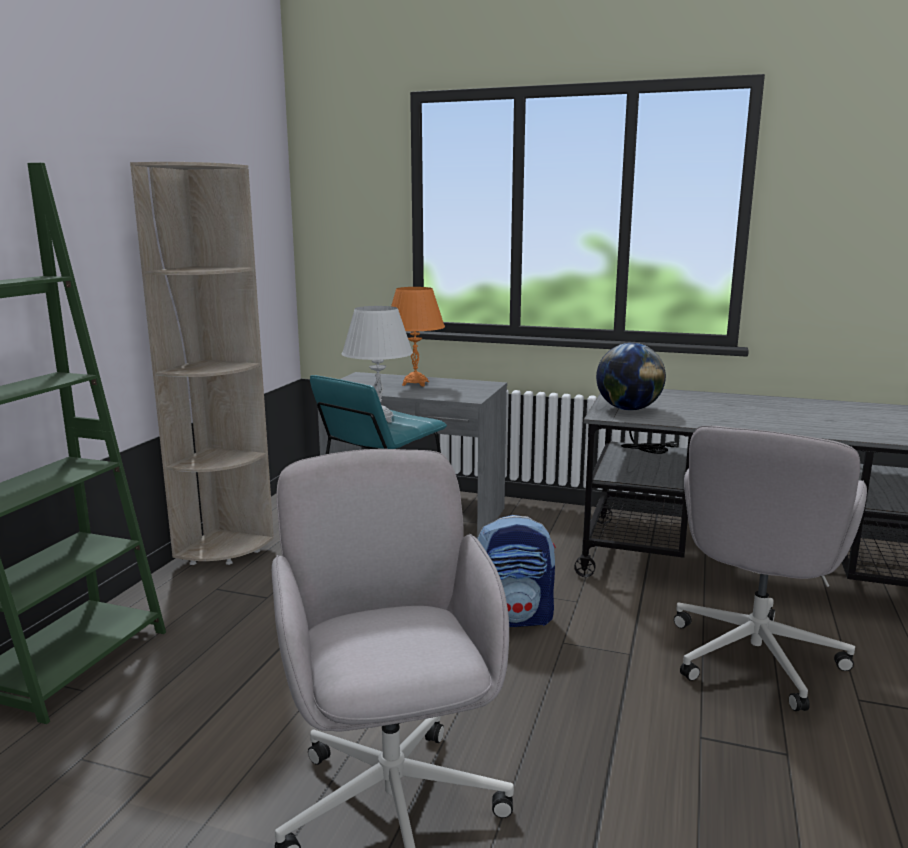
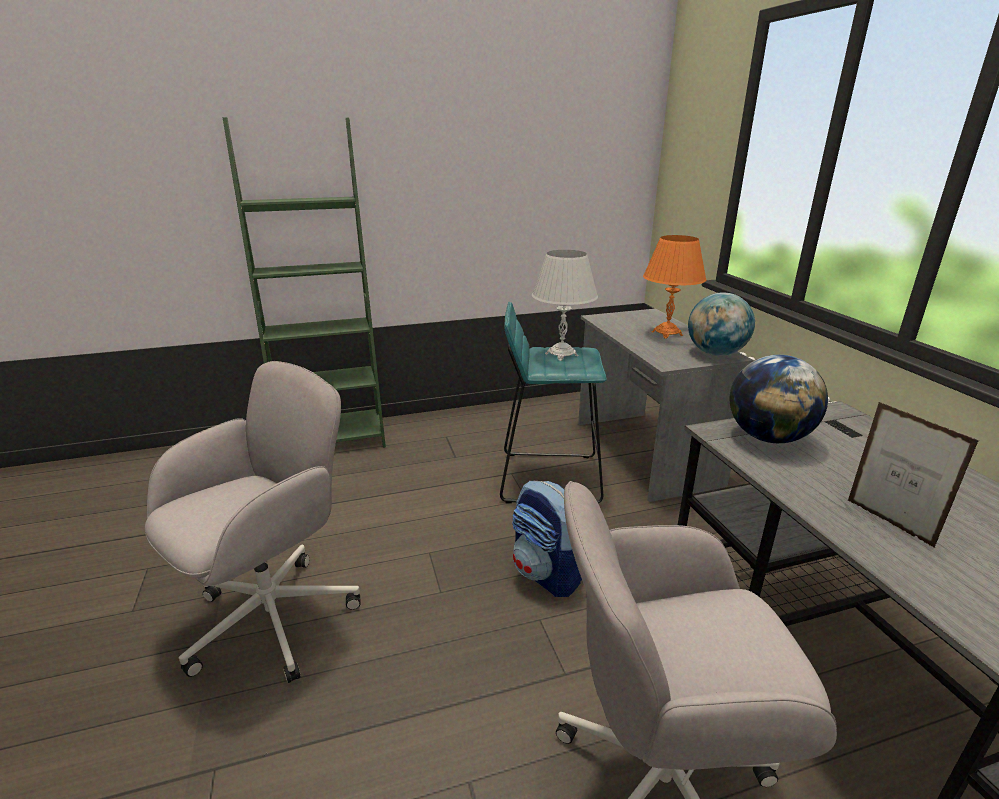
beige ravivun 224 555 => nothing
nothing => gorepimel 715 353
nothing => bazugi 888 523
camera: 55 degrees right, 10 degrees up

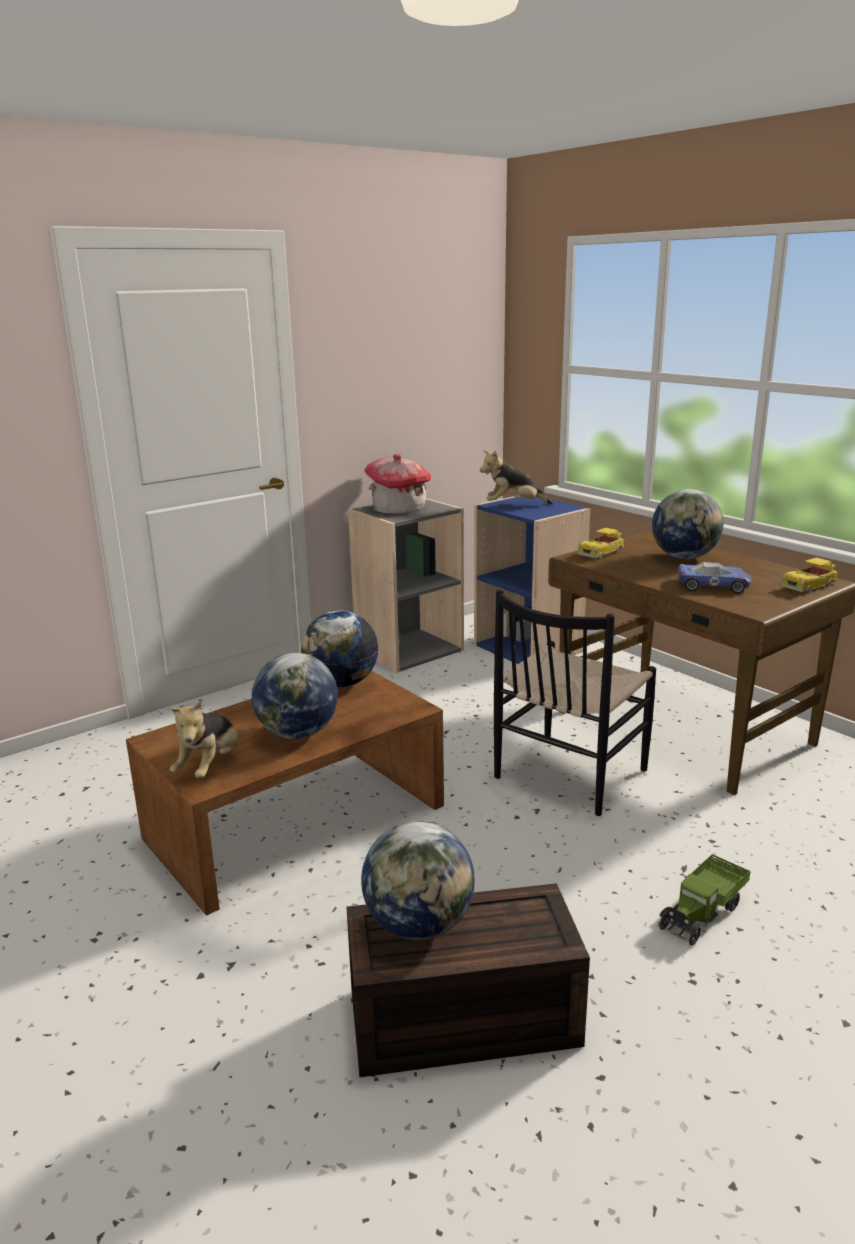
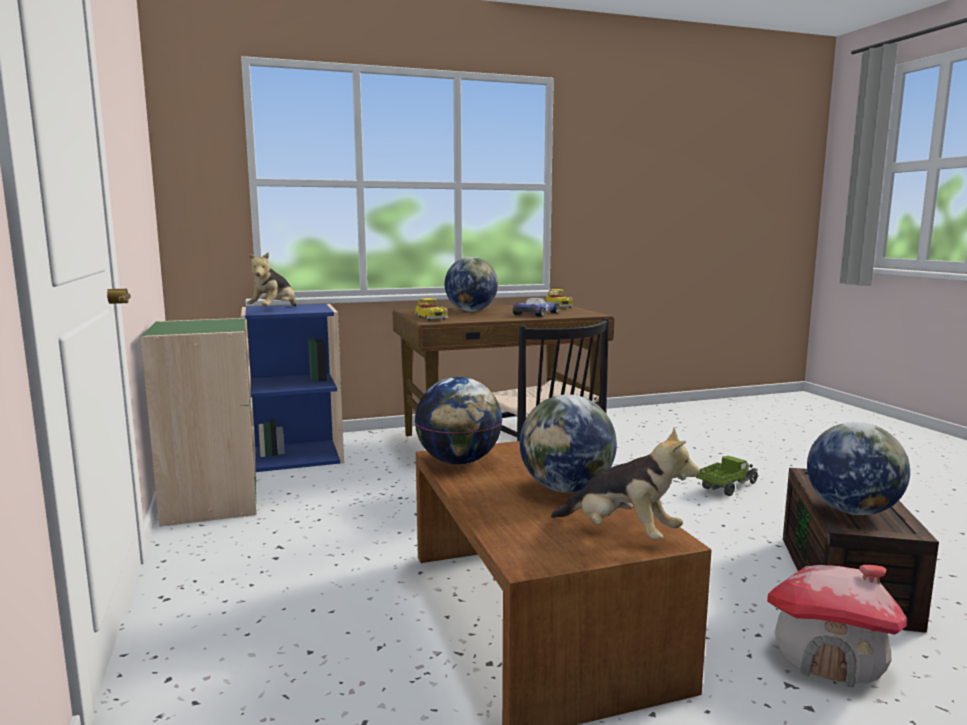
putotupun 398 509 => putotupun 830 658, shifted
grey ravivun 409 649 => green ravivun 210 500
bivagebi 702 914 => bivagebi 727 487, 105 degrees counterclockwise
camera: 70 degrees left, 10 degrees down

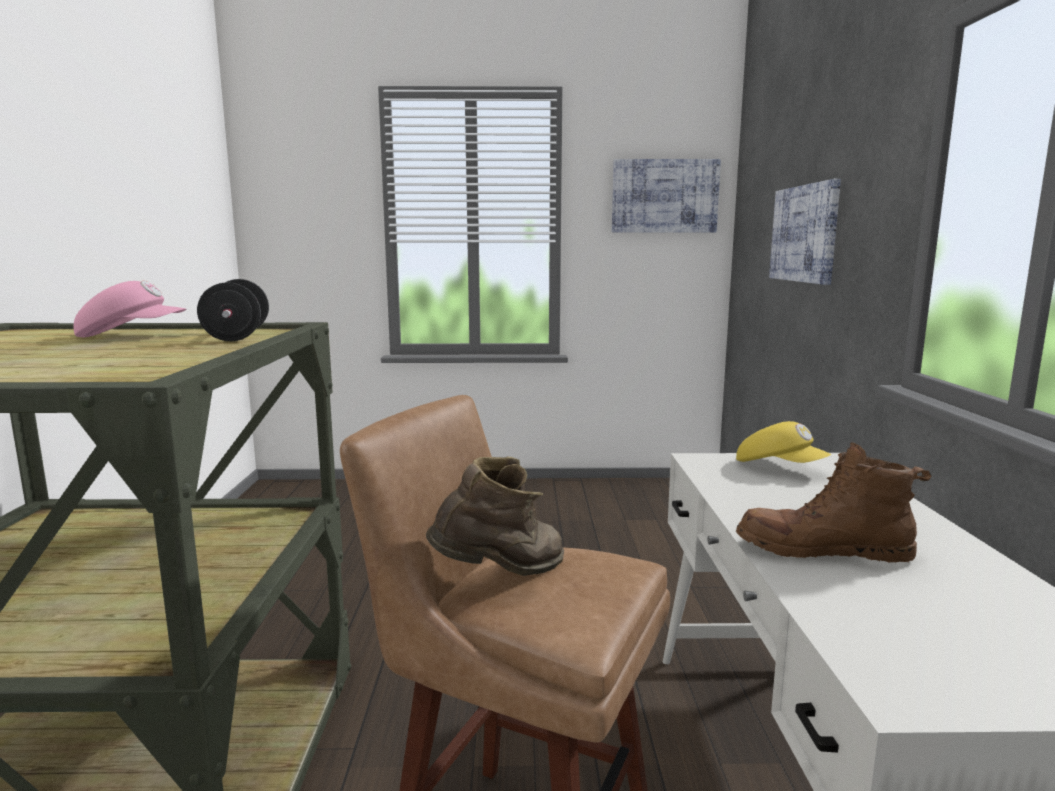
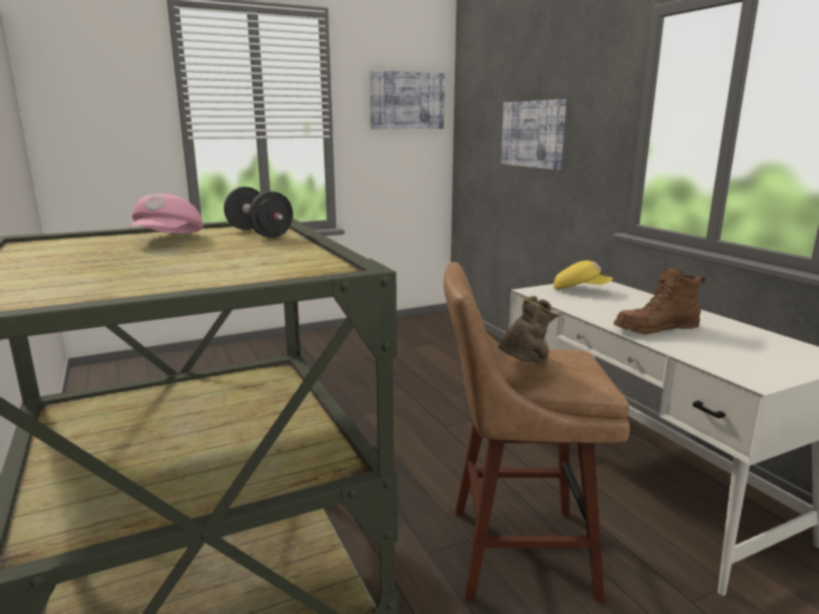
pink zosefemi 132 336 => pink zosefemi 169 240, 120 degrees clockwise
camera: 25 degrees left, 5 degrees up

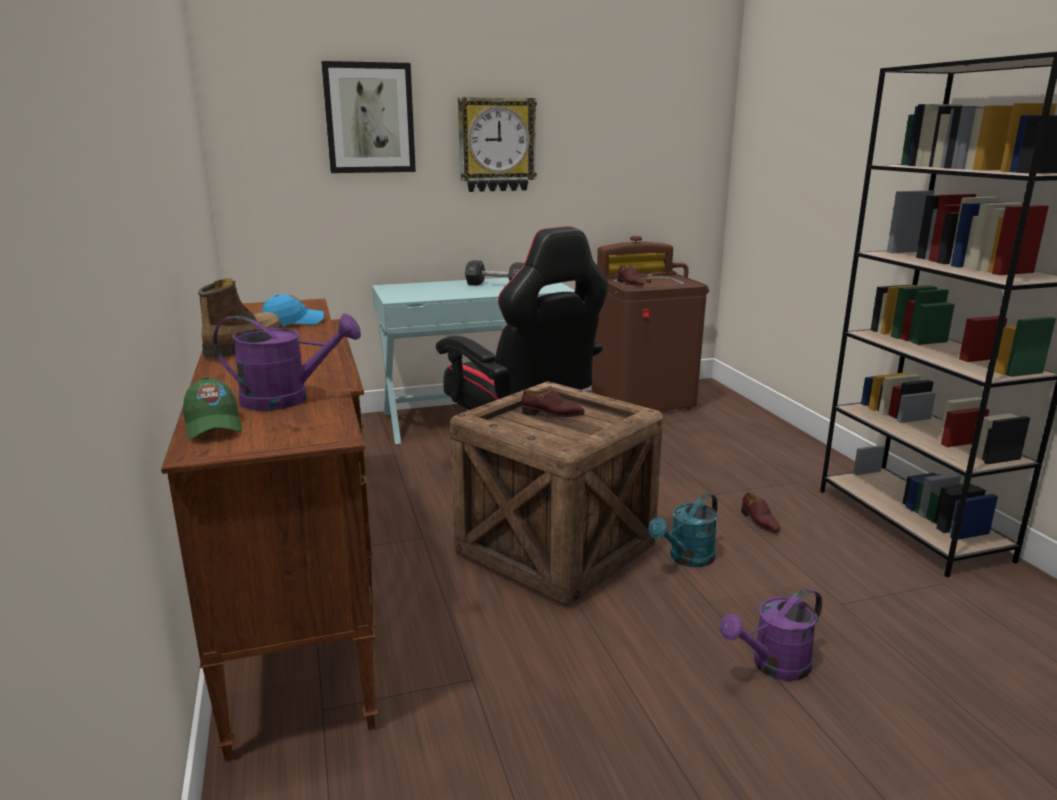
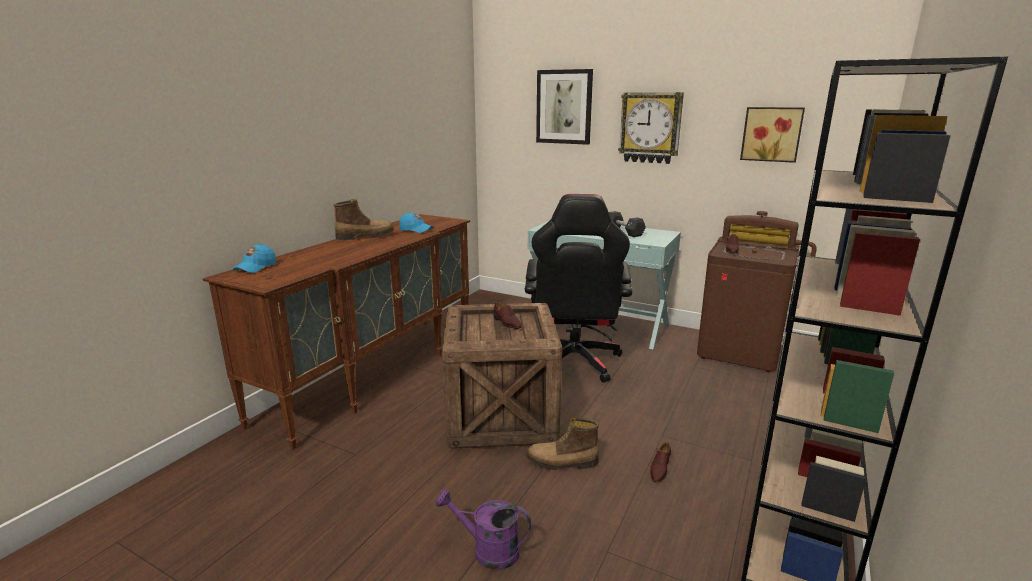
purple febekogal 287 399 => nothing
nothing => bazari 771 134
turquoise febekogal 686 559 => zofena 562 463
green zosefemi 213 426 => blue zosefemi 256 267
camera: 45 degrees right, 0 degrees up

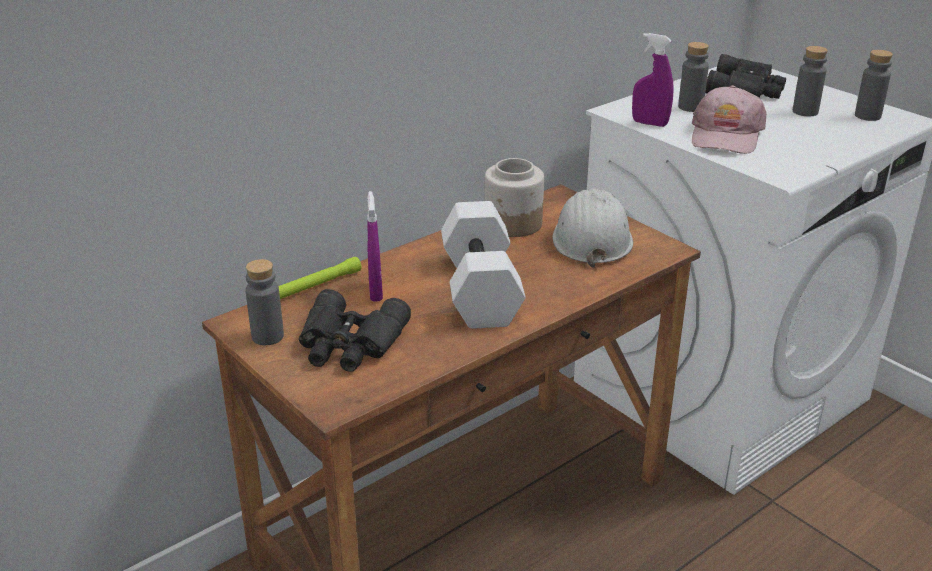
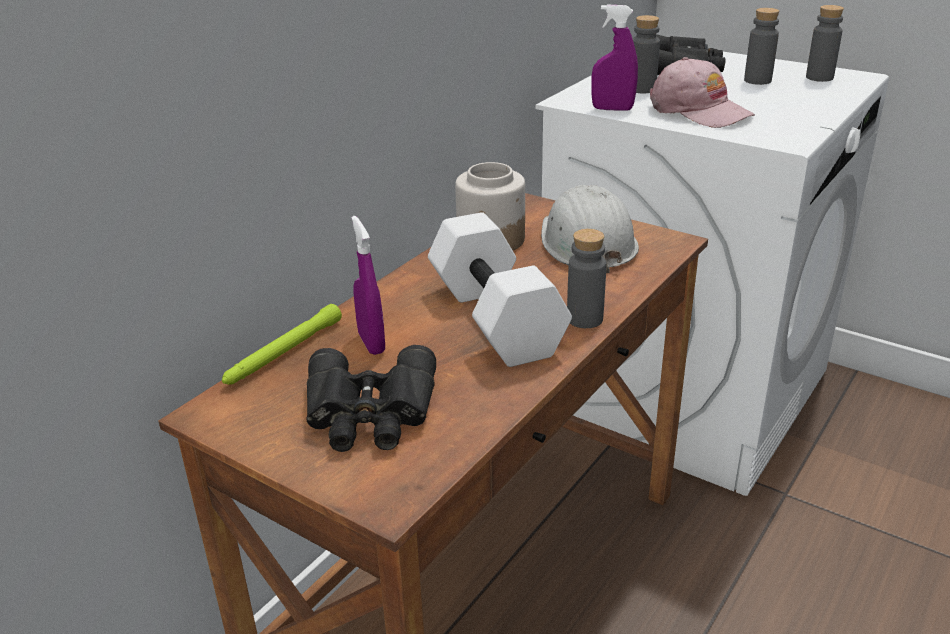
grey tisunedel 267 336 => grey tisunedel 584 319, shifted
pink zosefemi 726 135 => pink zosefemi 699 111, 45 degrees counterclockwise
camera: 15 degrees left, 0 degrees up

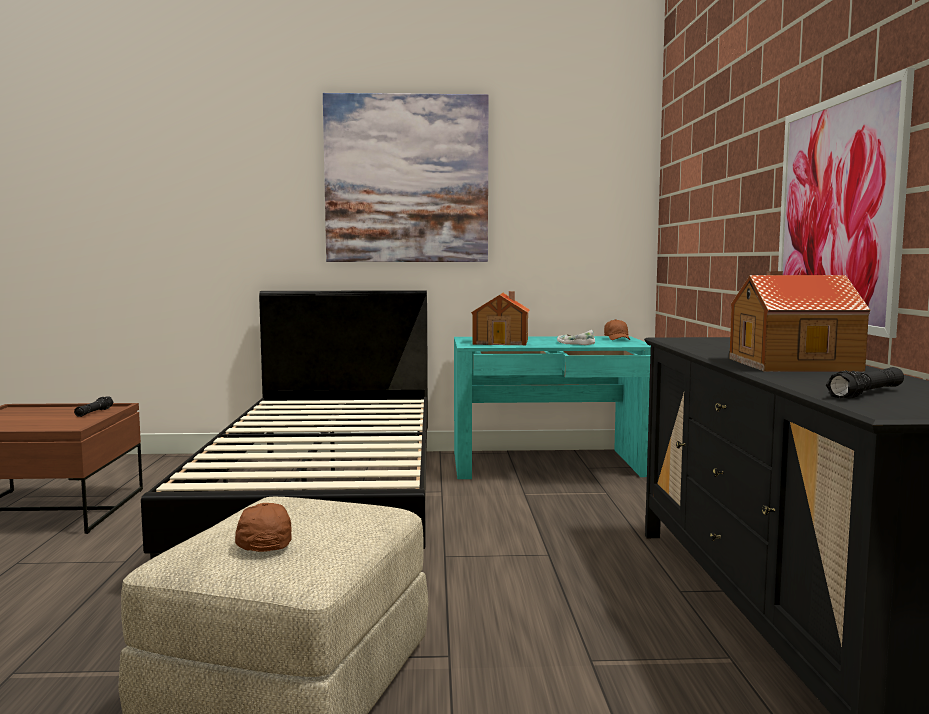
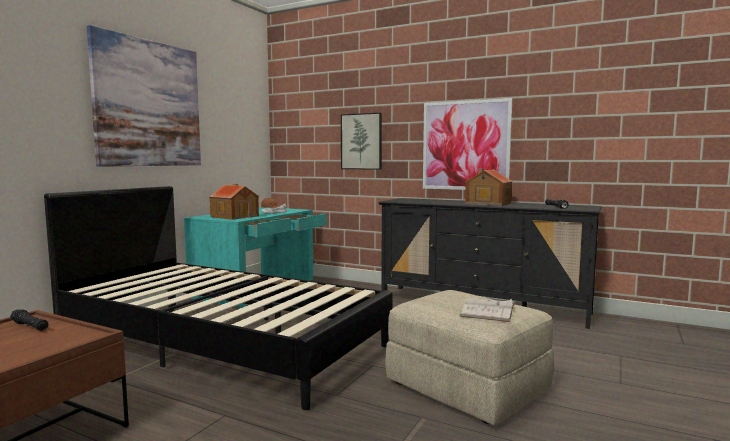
nothing => bazari 361 141
brown zosefemi 264 543 => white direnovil 488 310
camera: 60 degrees left, 0 degrees up

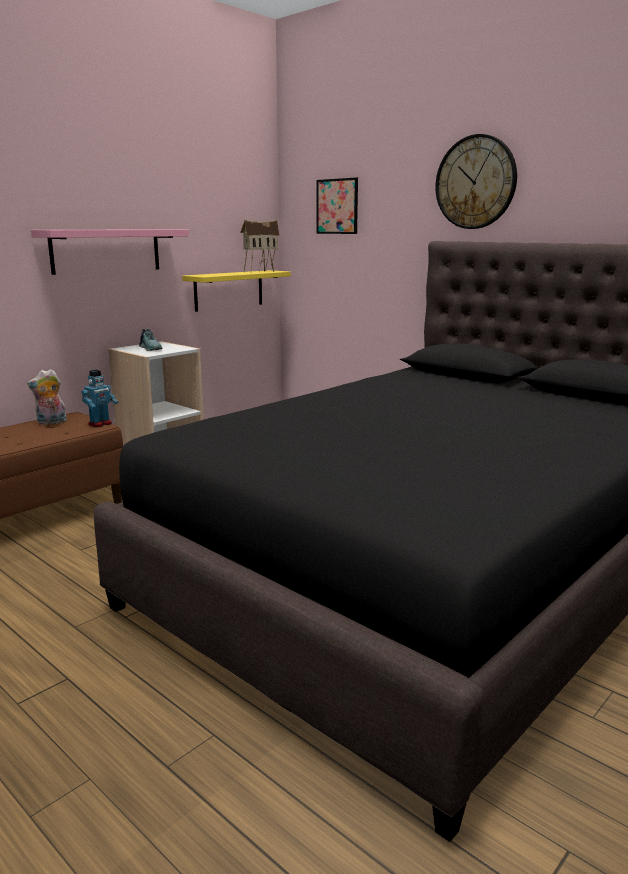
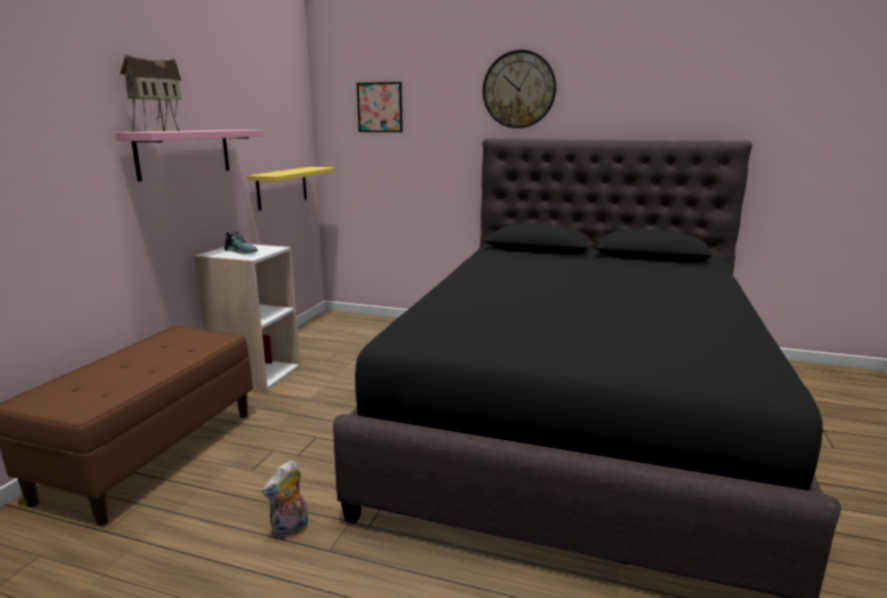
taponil 100 424 => nothing
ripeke 51 423 => ripeke 290 530, shifted
putotupun 260 271 => putotupun 158 131, shifted
camera: 25 degrees left, 0 degrees up

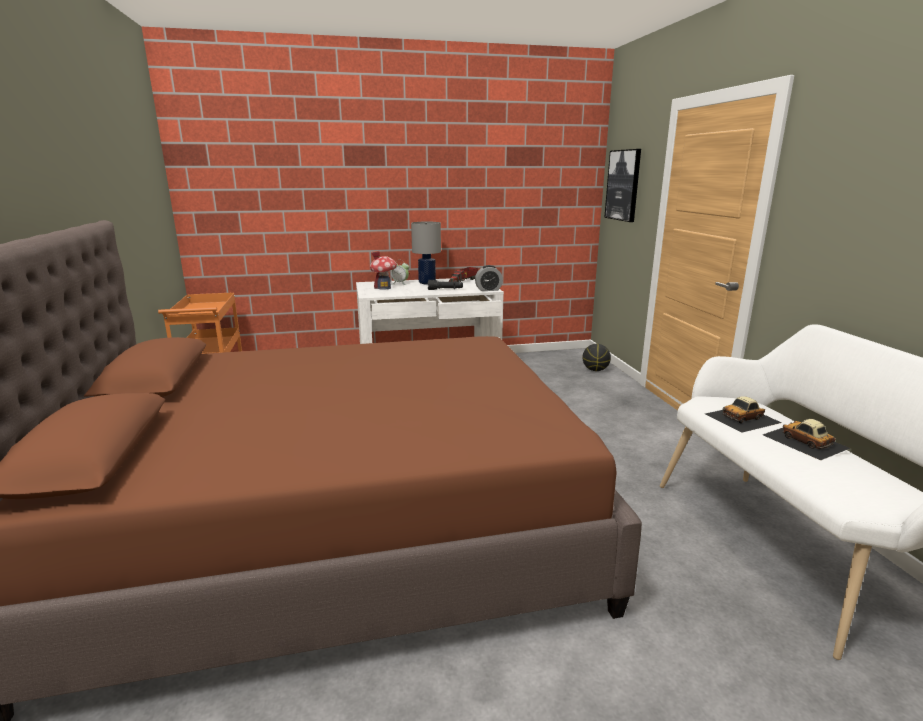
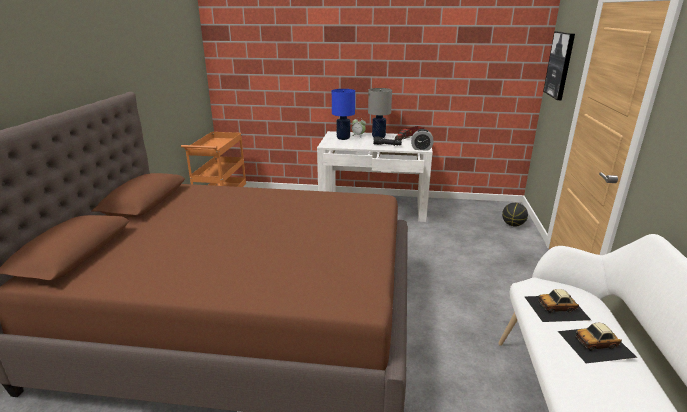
putotupun 384 287 => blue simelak 343 139
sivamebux 805 441 => sivamebux 596 344, 90 degrees counterclockwise
camera: 20 degrees right, 5 degrees up

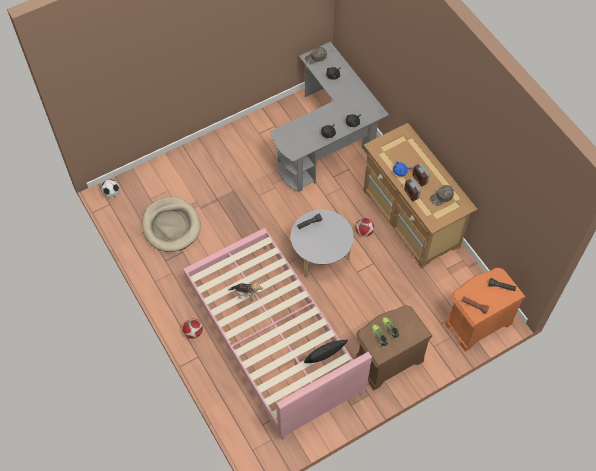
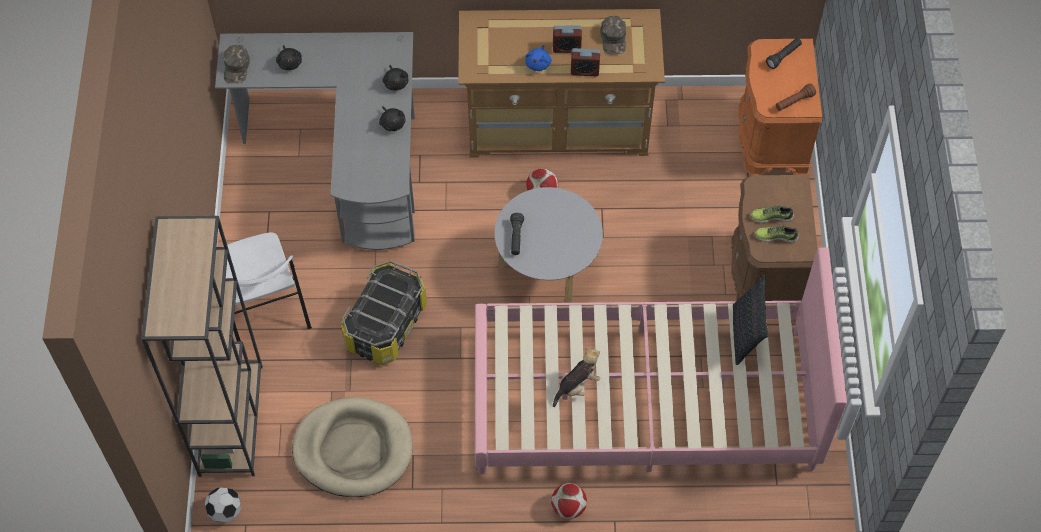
nothing => ravivun 230 419
nothing => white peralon 264 306
nothing => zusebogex 386 325
camera: 60 degrees left, 0 degrees up

